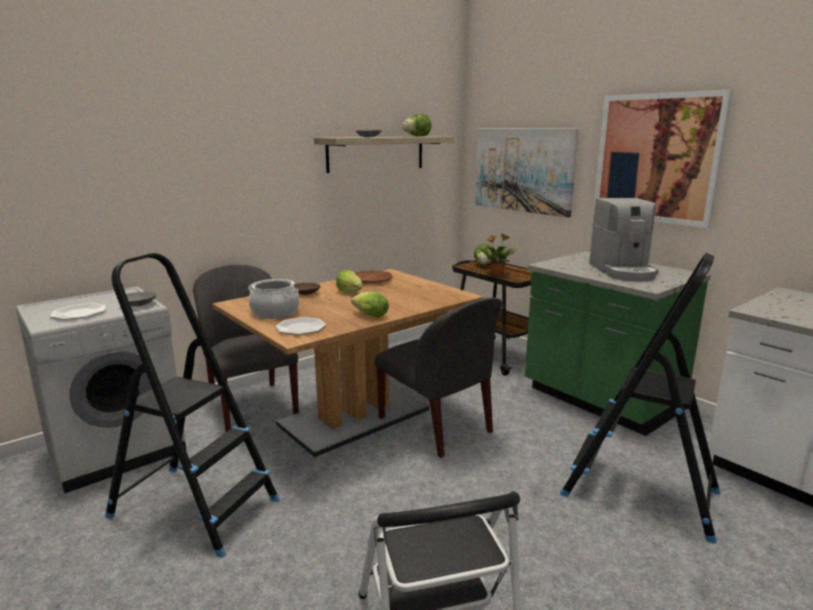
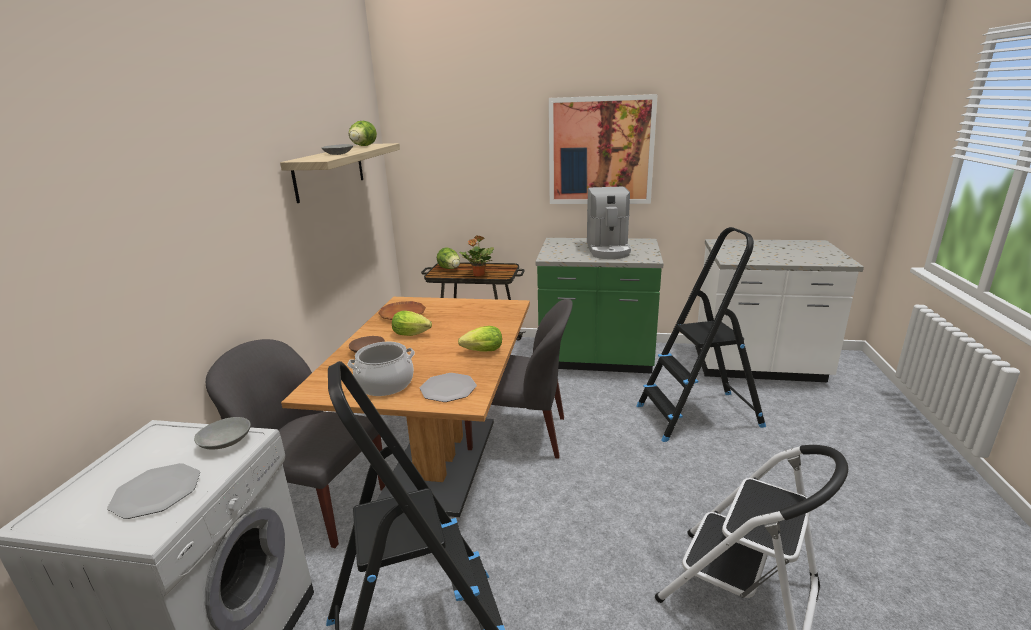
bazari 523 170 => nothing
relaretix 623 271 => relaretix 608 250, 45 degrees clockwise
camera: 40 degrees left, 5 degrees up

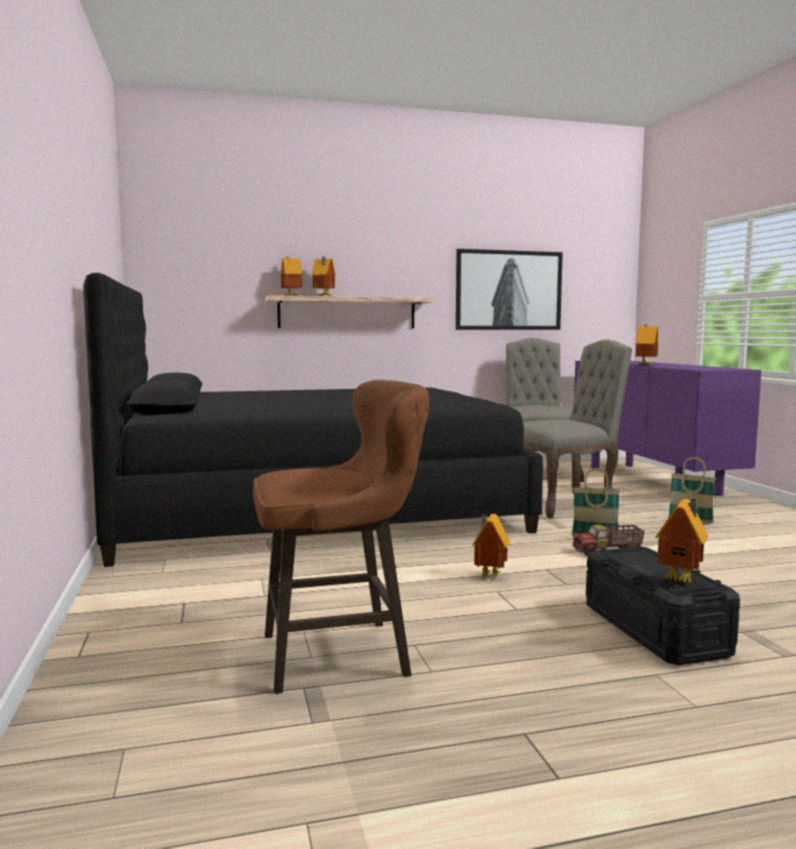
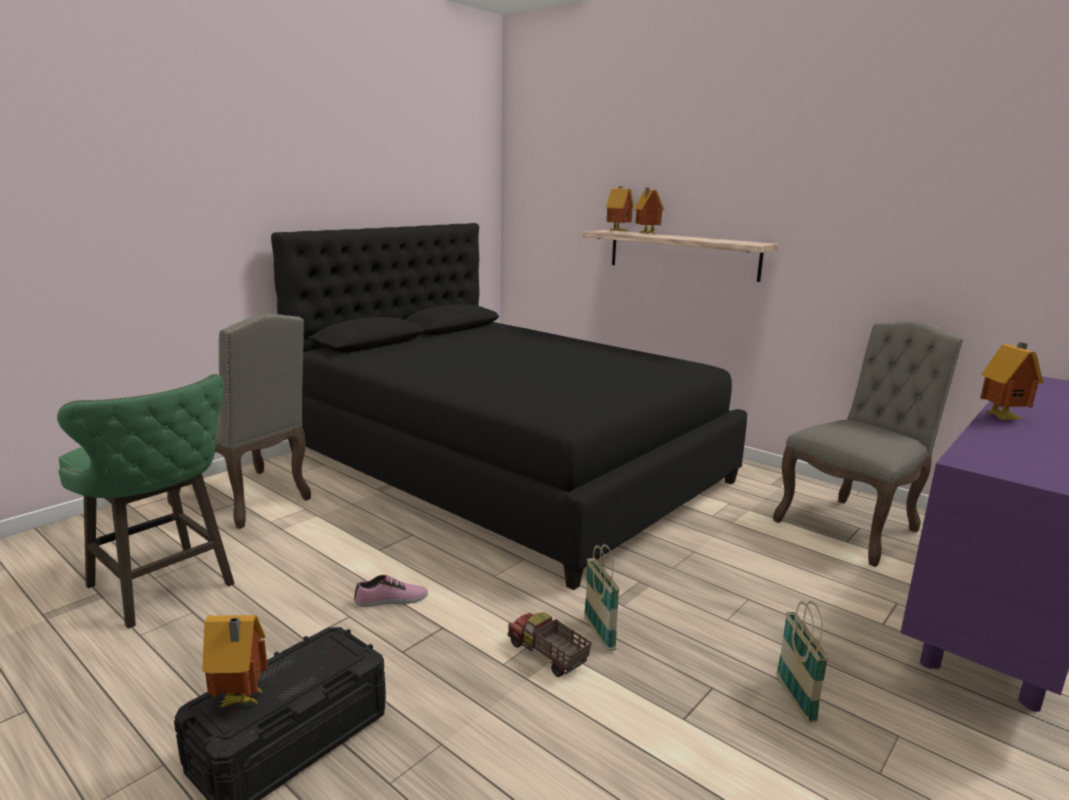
bazari 508 290 => nothing
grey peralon 563 503 => grey peralon 247 500, shifted
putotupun 488 576 => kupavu 391 600
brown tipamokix 342 653 => green tipamokix 164 588
camera: 55 degrees right, 10 degrees up

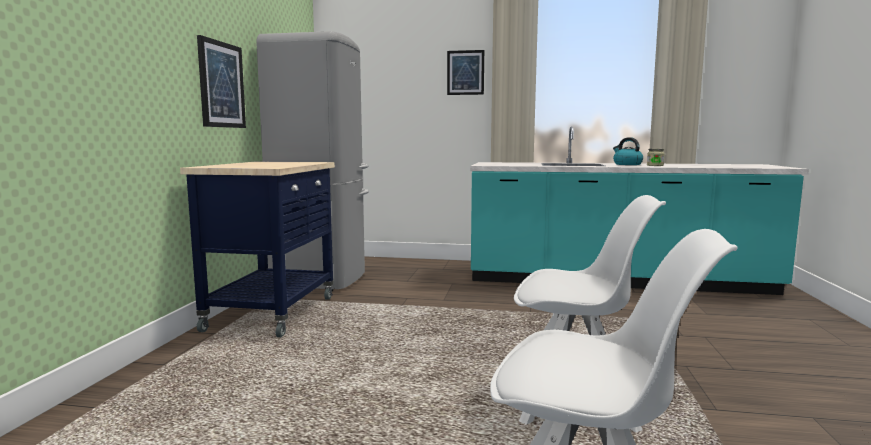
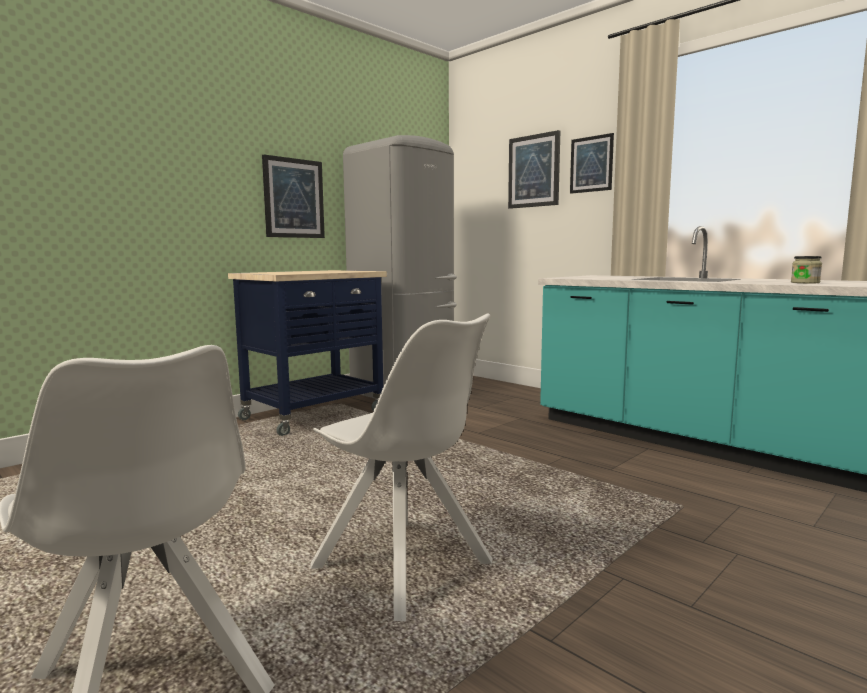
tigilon 627 164 => nothing
nothing => bazari 534 171
camera: 35 degrees right, 0 degrees up

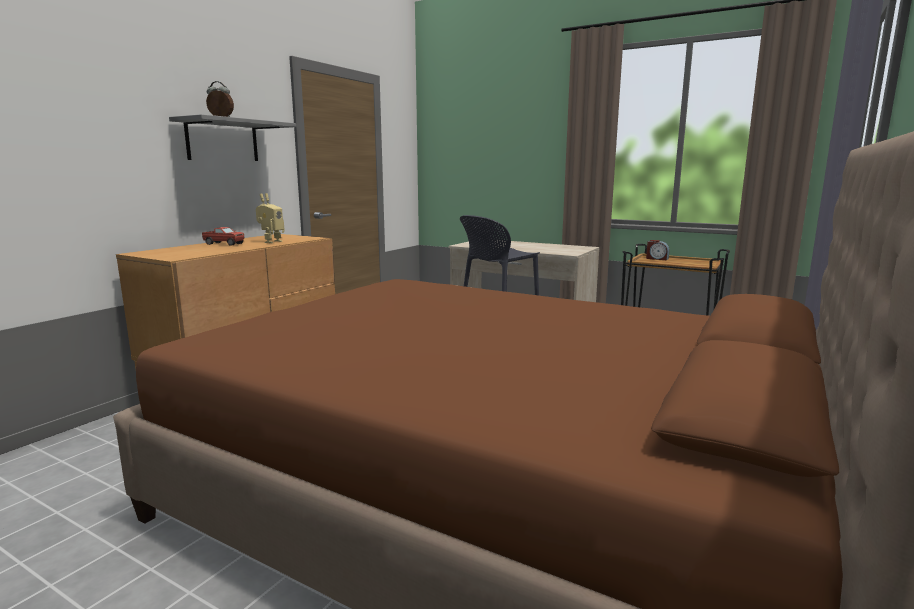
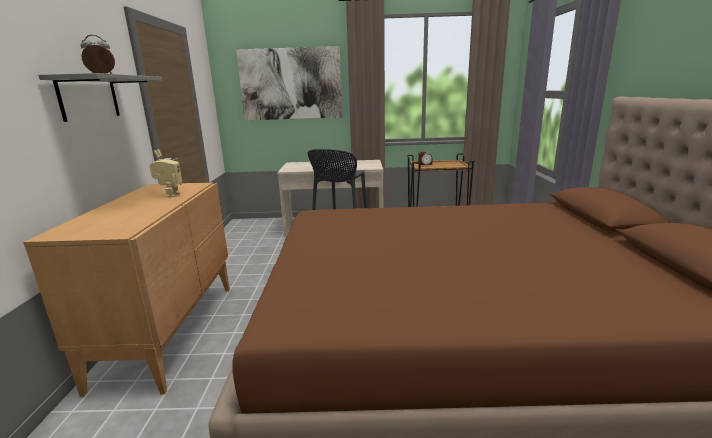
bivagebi 224 244 => nothing
nothing => bazari 291 84
camera: 30 degrees left, 5 degrees up

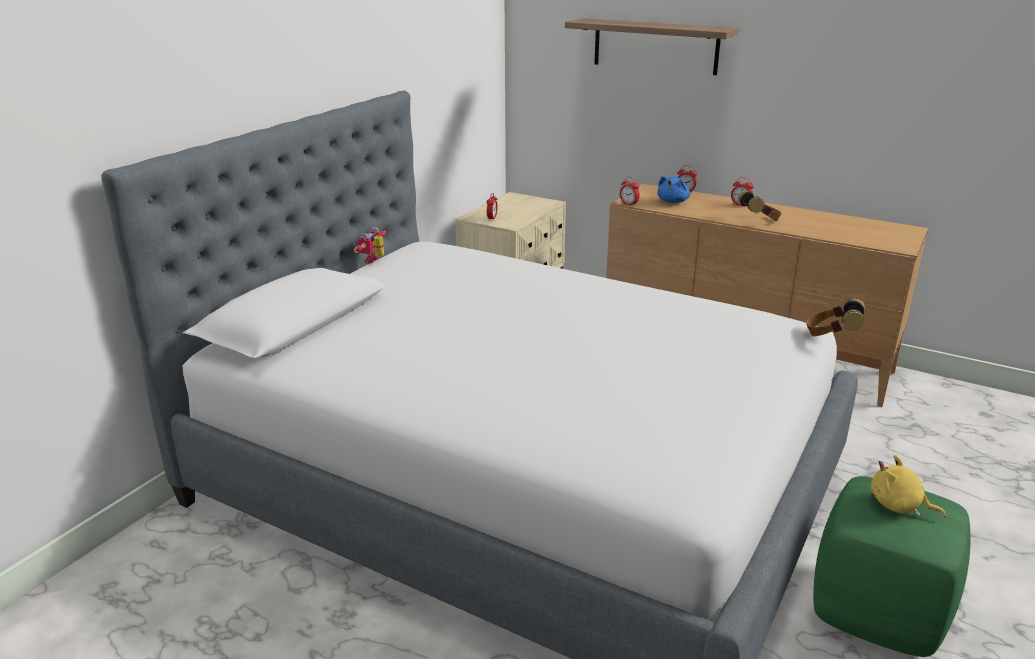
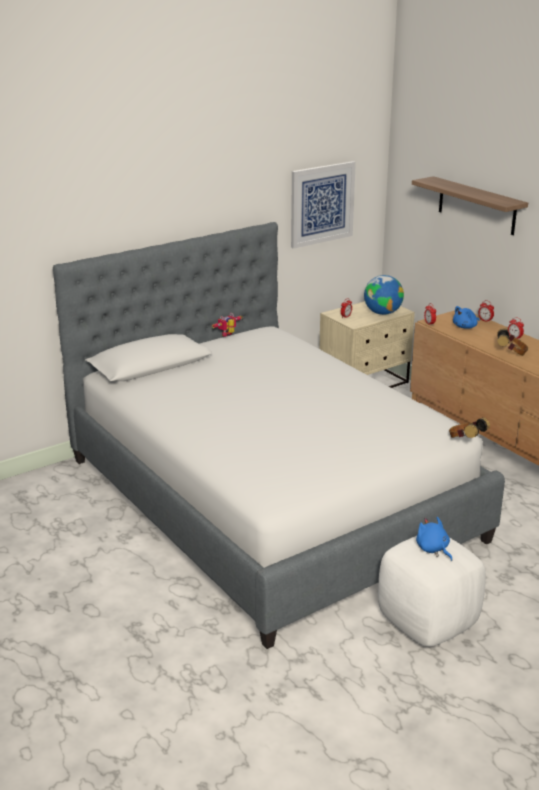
nothing => bazari 322 204
nothing => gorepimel 382 313
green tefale 876 611 => white tefale 427 621
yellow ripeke 898 506 => blue ripeke 433 549
camera: 25 degrees right, 0 degrees up

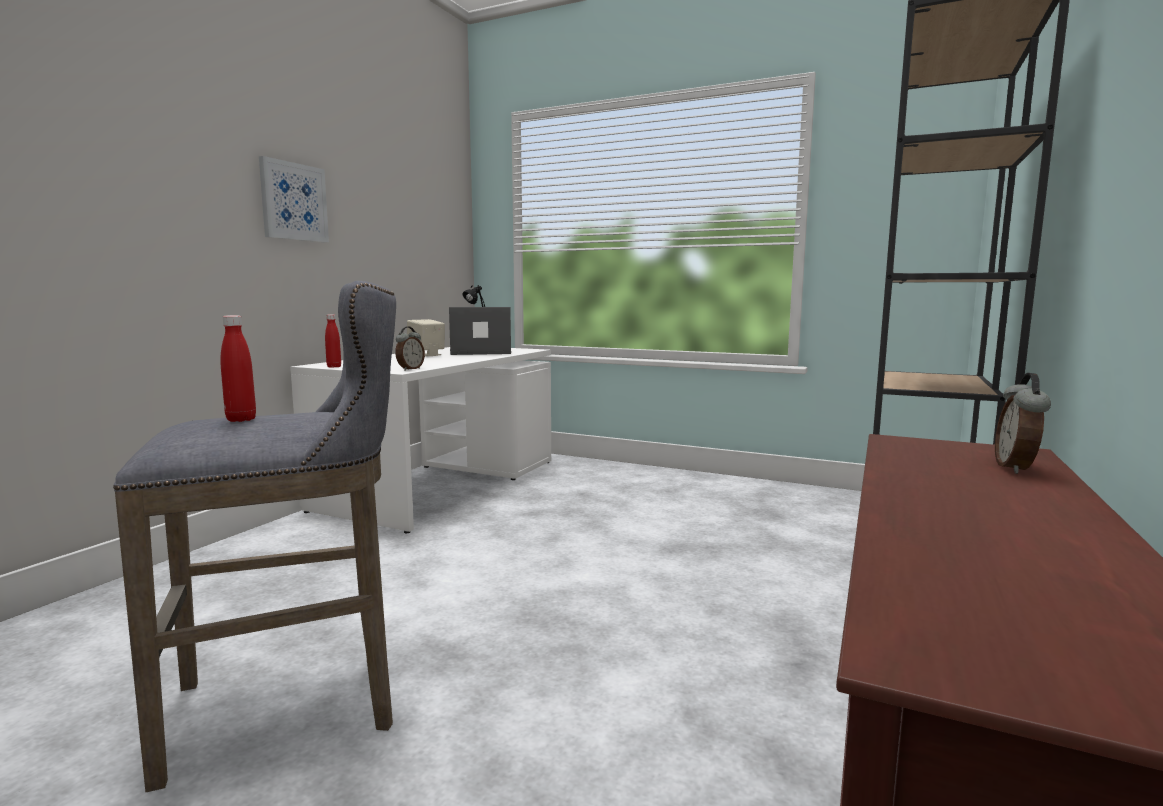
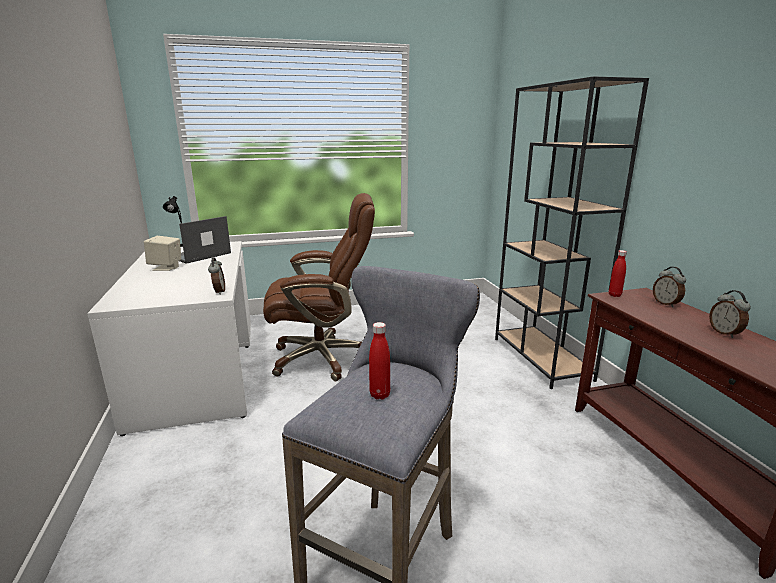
bazari 293 202 => nothing
nothing => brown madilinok 324 360
nothing => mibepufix 725 333
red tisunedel 334 367 => red tisunedel 614 295, shifted
camera: 40 degrees left, 10 degrees up

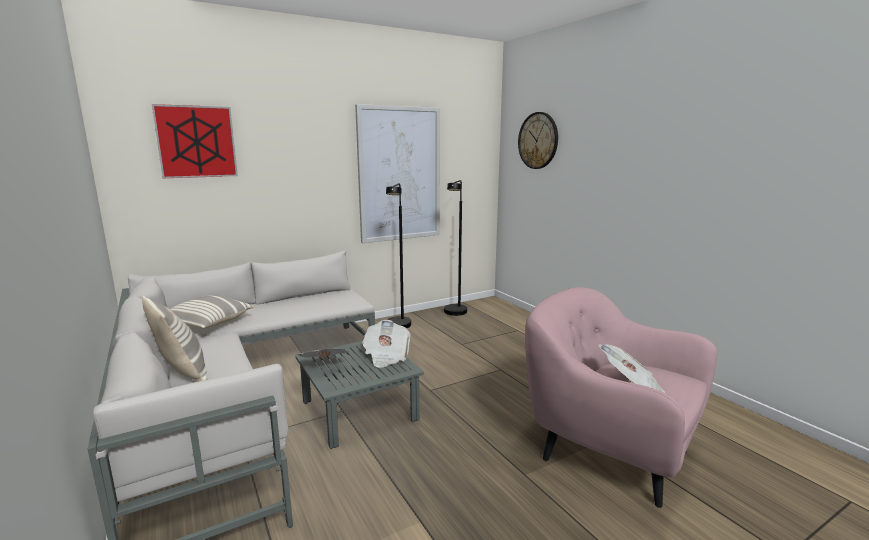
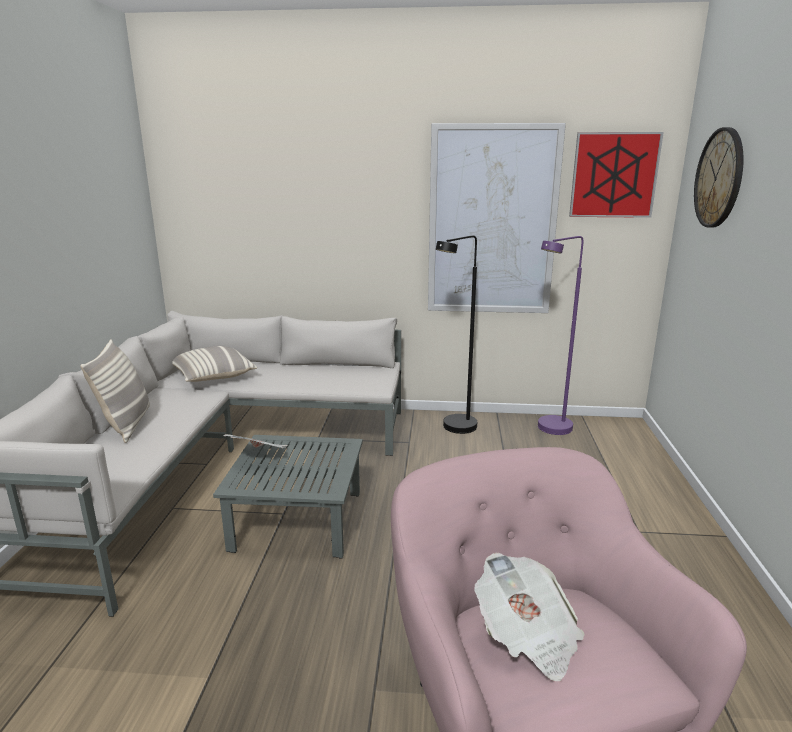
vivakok 386 356 => nothing
bazari 196 142 => bazari 614 175, shifted
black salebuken 455 314 => purple salebuken 550 430
camera: 35 degrees right, 5 degrees up

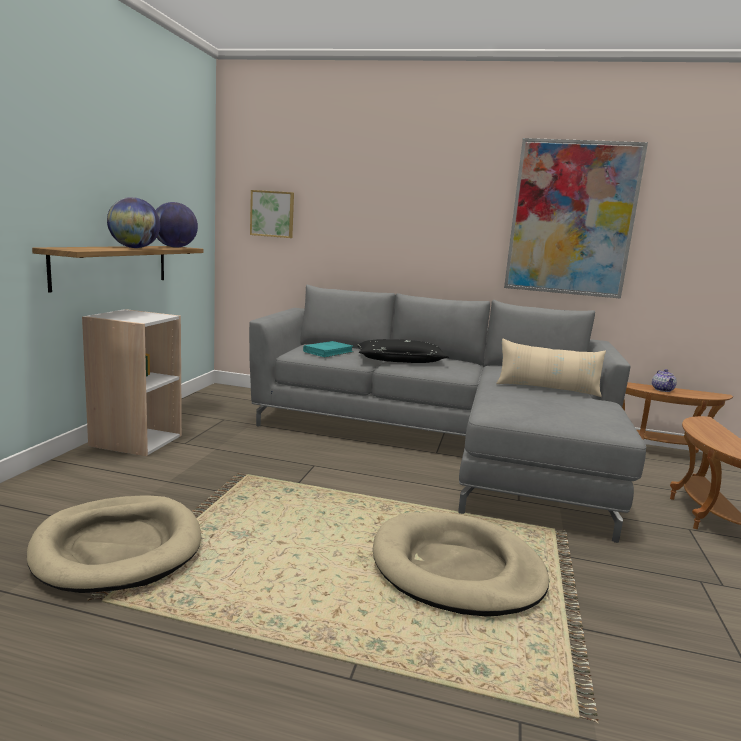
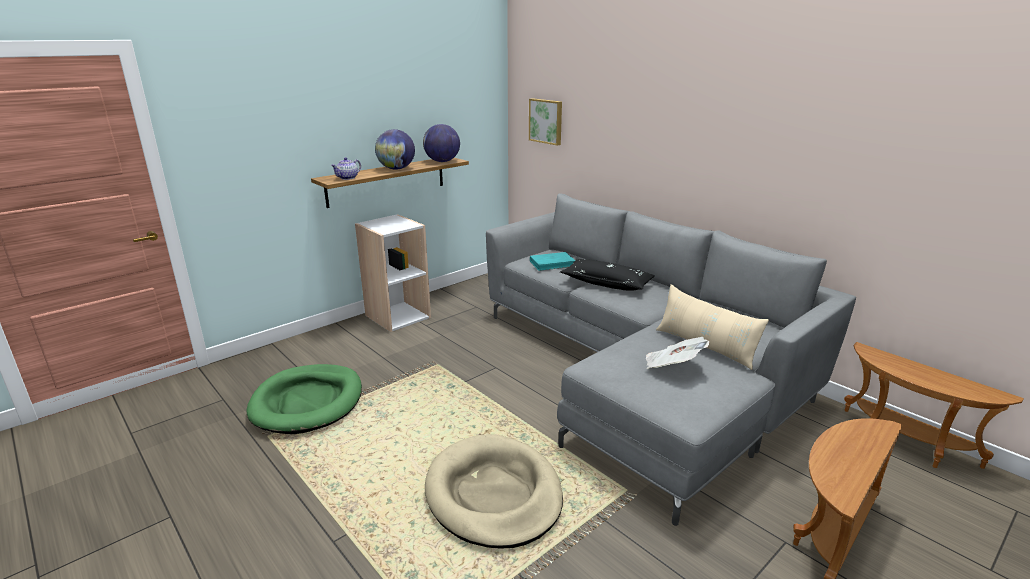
bazari 571 219 => nothing
nothing => vivakok 672 366
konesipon 662 390 => konesipon 348 178, shifted
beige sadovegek 118 548 => green sadovegek 308 402
camera: 35 degrees right, 10 degrees up

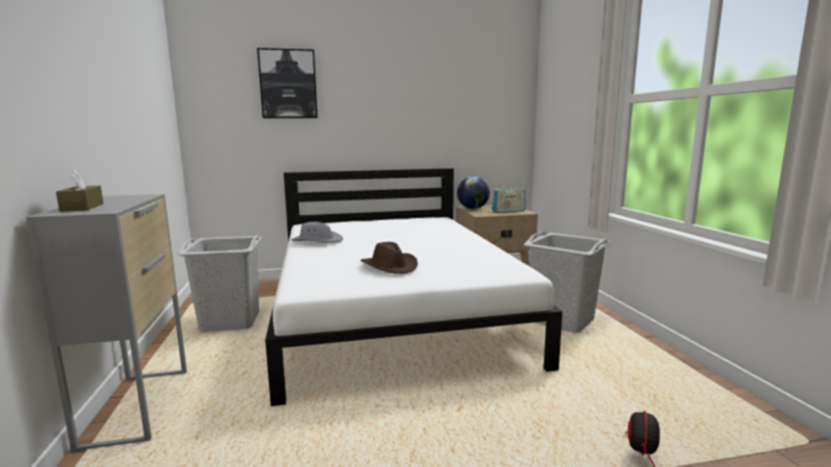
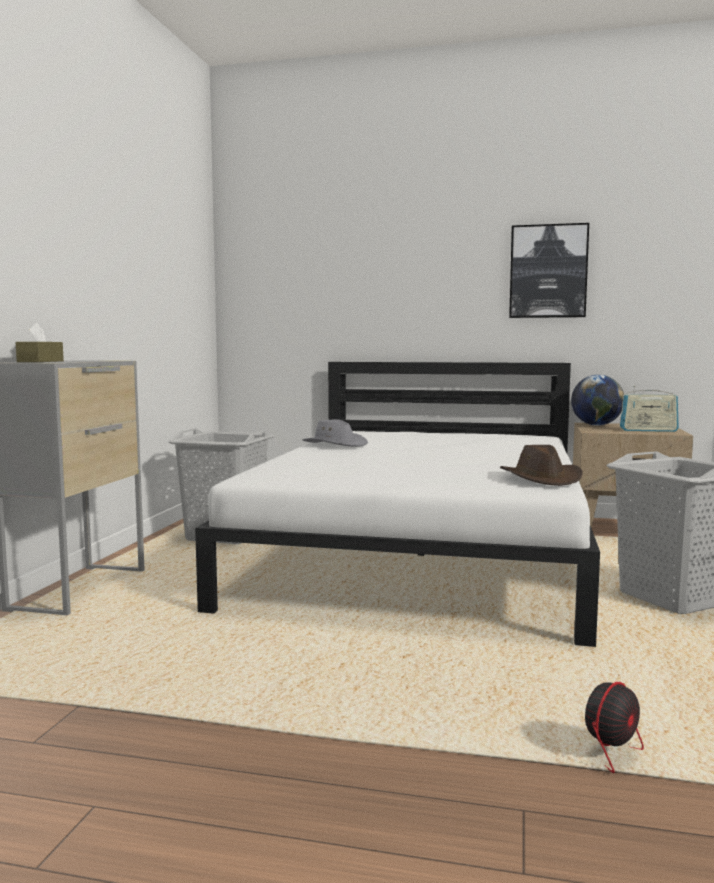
bazari 288 84 => bazari 548 271, shifted
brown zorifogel 390 266 => brown zorifogel 541 479, shifted
camera: 25 degrees right, 5 degrees down

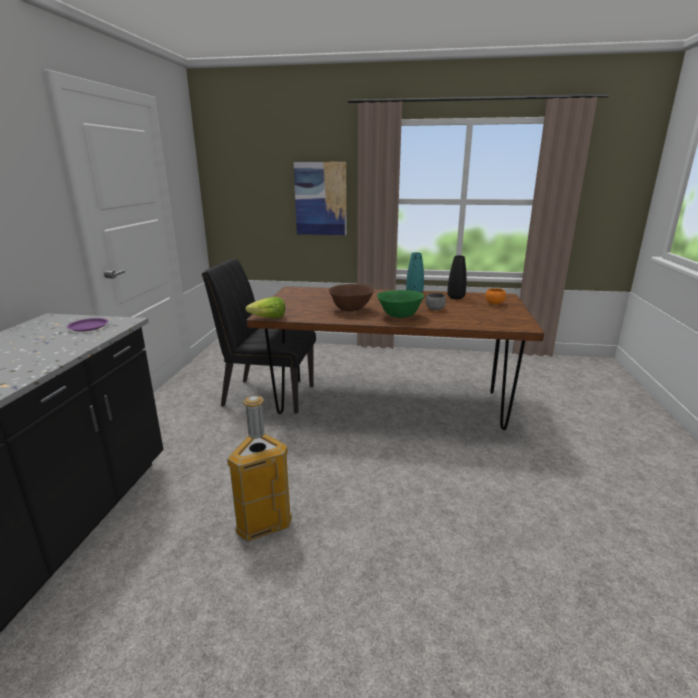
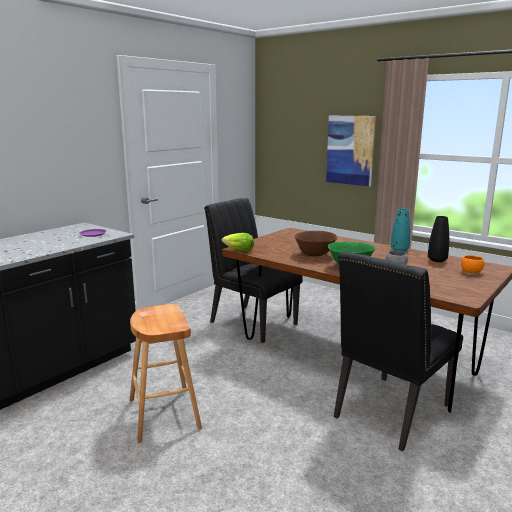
nothing => black peralon 392 410
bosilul 263 524 => brown tipamokix 164 414
camera: 30 degrees right, 5 degrees down

